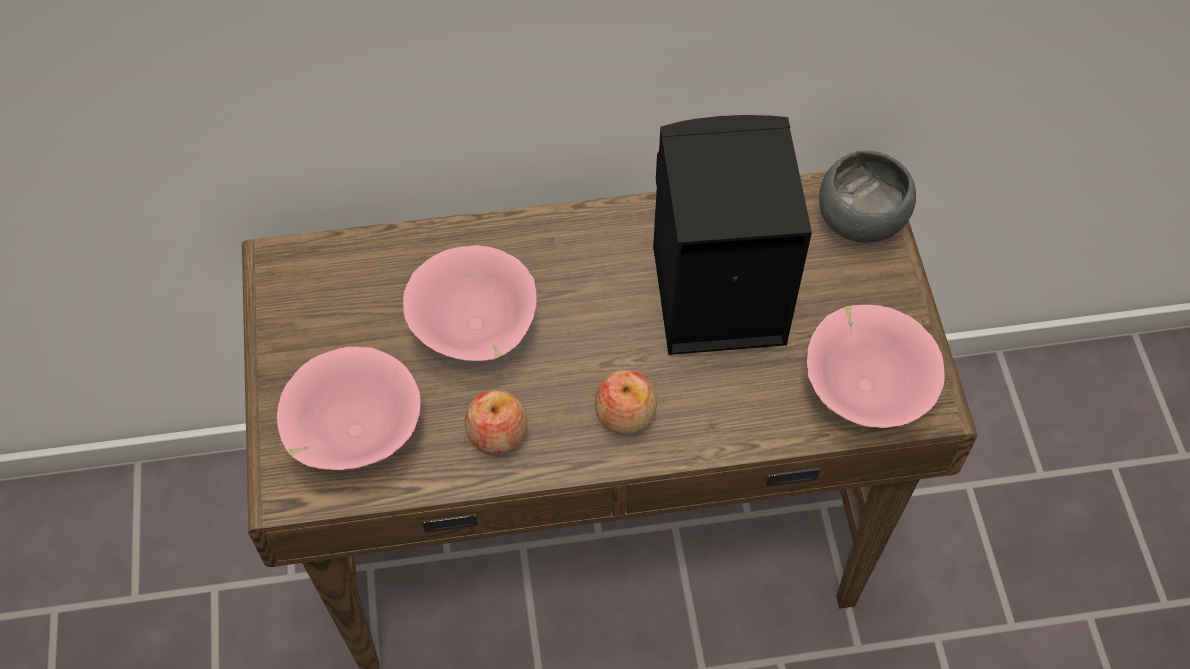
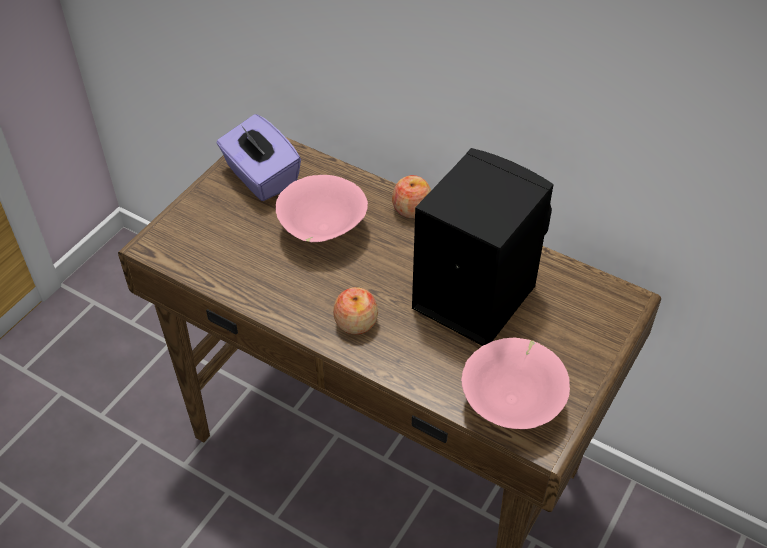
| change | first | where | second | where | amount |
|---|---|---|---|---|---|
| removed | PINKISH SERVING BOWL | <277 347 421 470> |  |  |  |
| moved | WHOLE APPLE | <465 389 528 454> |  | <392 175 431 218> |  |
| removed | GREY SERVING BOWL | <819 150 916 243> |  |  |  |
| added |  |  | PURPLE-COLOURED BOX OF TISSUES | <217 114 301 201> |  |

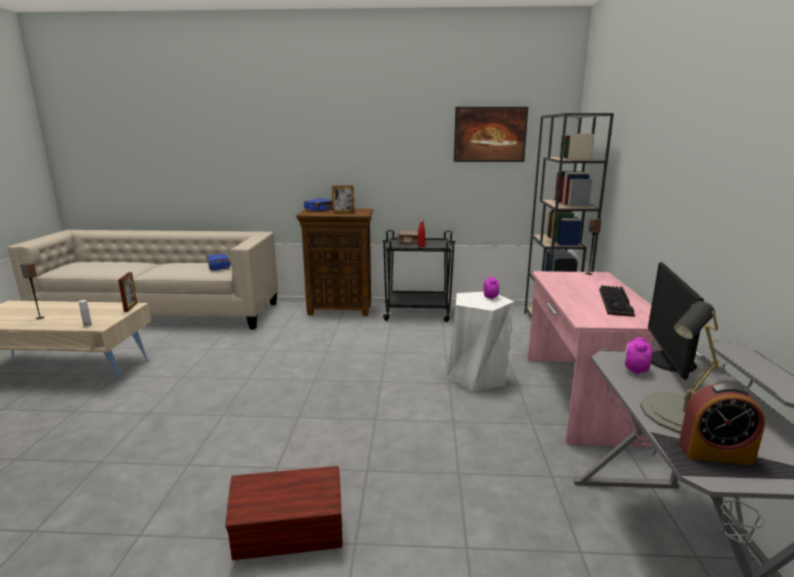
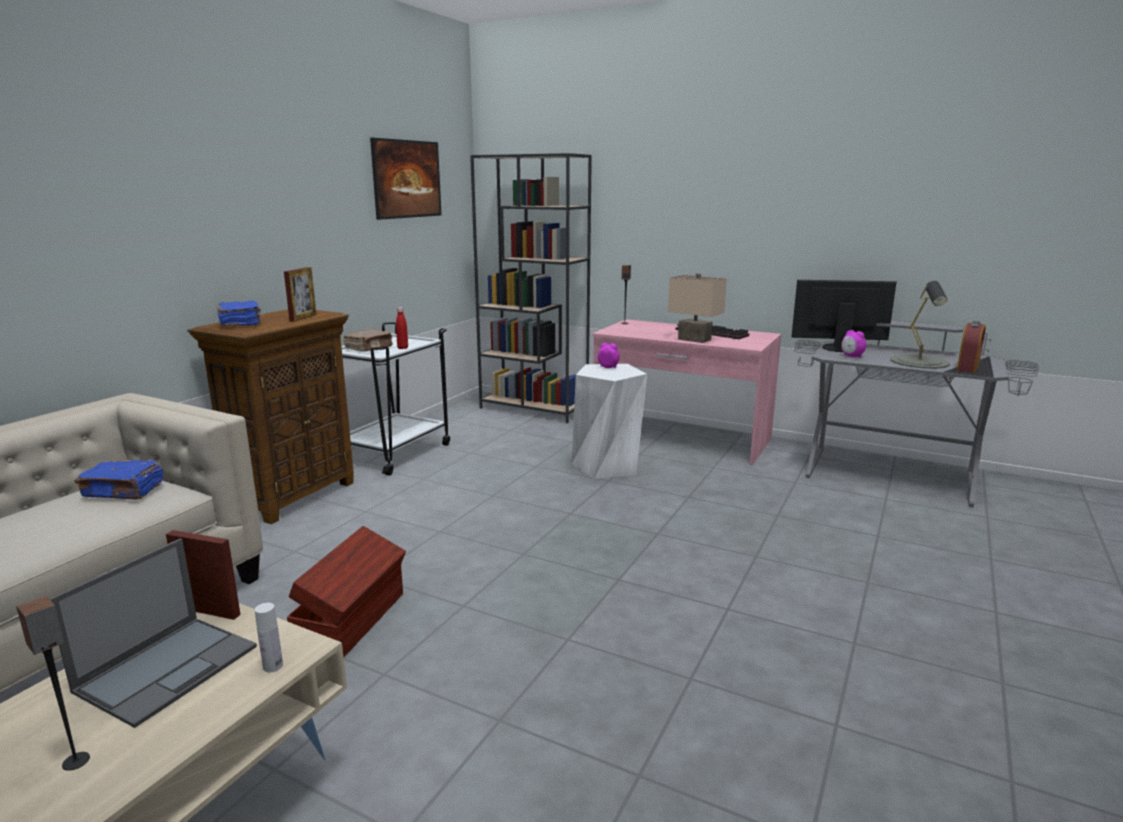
| change | first | where | second | where | amount |
|---|---|---|---|---|---|
| moved | BROWN STORAGE BIN | <225 466 342 560> |  | <287 526 406 657> |  |
| recoloured | BLACK TROLLEY | <382 230 455 322> | WHITE TROLLEY | <341 322 450 476> |  |
| turned | COMPUTER SCREEN | <648 262 704 380> |  | <791 280 897 352> | 150 degrees clockwise |
| added |  |  | PORTABLE COMPUTER | <50 538 257 728> |  |
| added |  |  | BEIGE TABLETOP LAMP | <668 273 727 343> |  |

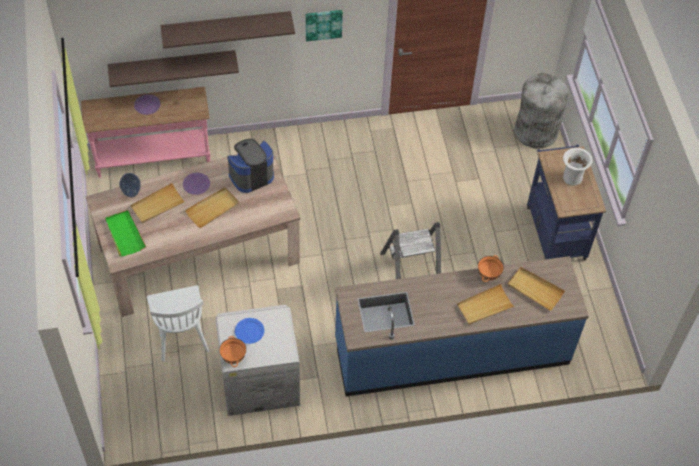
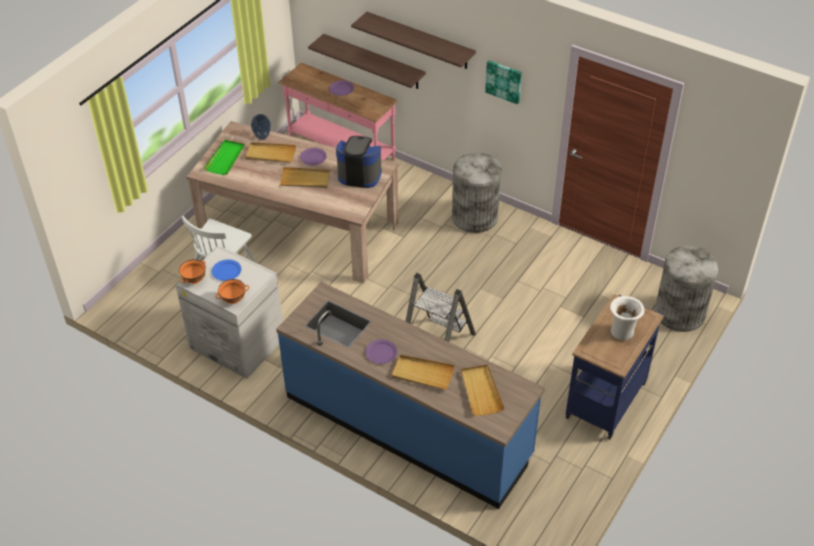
| change | first | where | second | where | amount |
|---|---|---|---|---|---|
| moved | ORANGE SERVING BOWL | <478 255 504 282> |  | <215 279 250 304> |  |
| added |  |  | PURPLE-COLOURED FLAT DISH | <365 339 397 364> |  |
| added |  |  | GREY RUBBISH BIN | <452 153 502 233> |  |

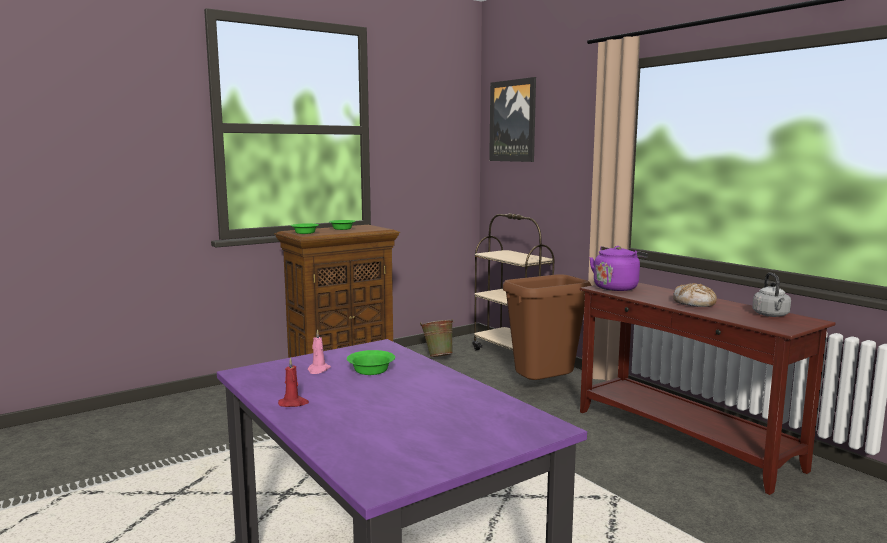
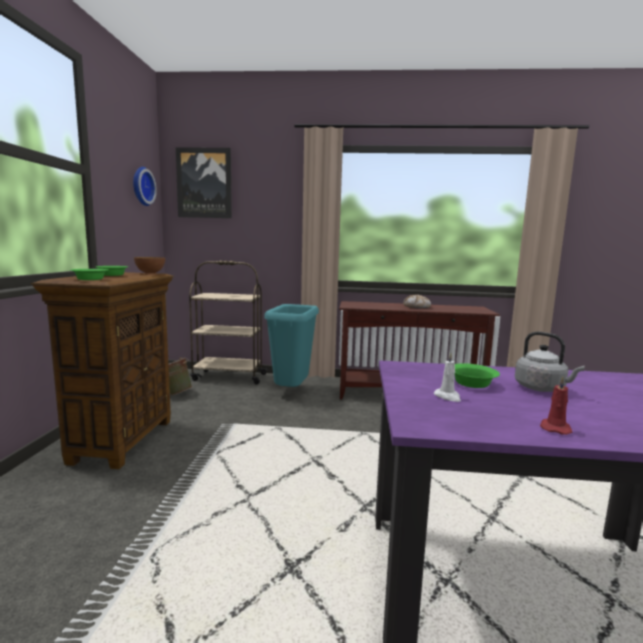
| change | first | where | second | where | amount |
|---|---|---|---|---|---|
| recoloured | PINKISH WAX LIGHT | <308 329 331 374> | WHITE WAX LIGHT | <434 353 461 402> |  |
| recoloured | BROWN RUBBISH BIN | <503 274 592 380> | TURQUOISE RUBBISH BIN | <264 304 319 387> |  |
| removed | PURPLE-COLOURED KETTLE | <589 246 648 291> |  |  |  |
| moved | GREY KETTLE | <752 272 791 317> |  | <515 332 585 392> |  |
| added |  |  | CLOCK ON THE WALL | <133 167 157 206> |  |
| added |  |  | SERVING BOWL | <134 257 165 275> |  |

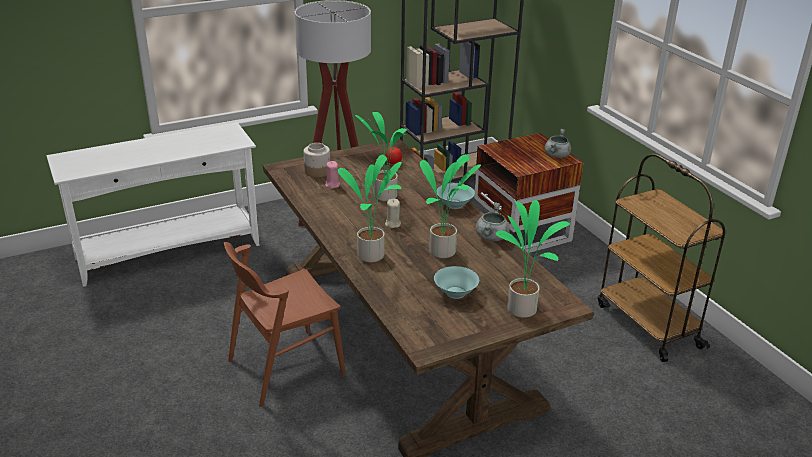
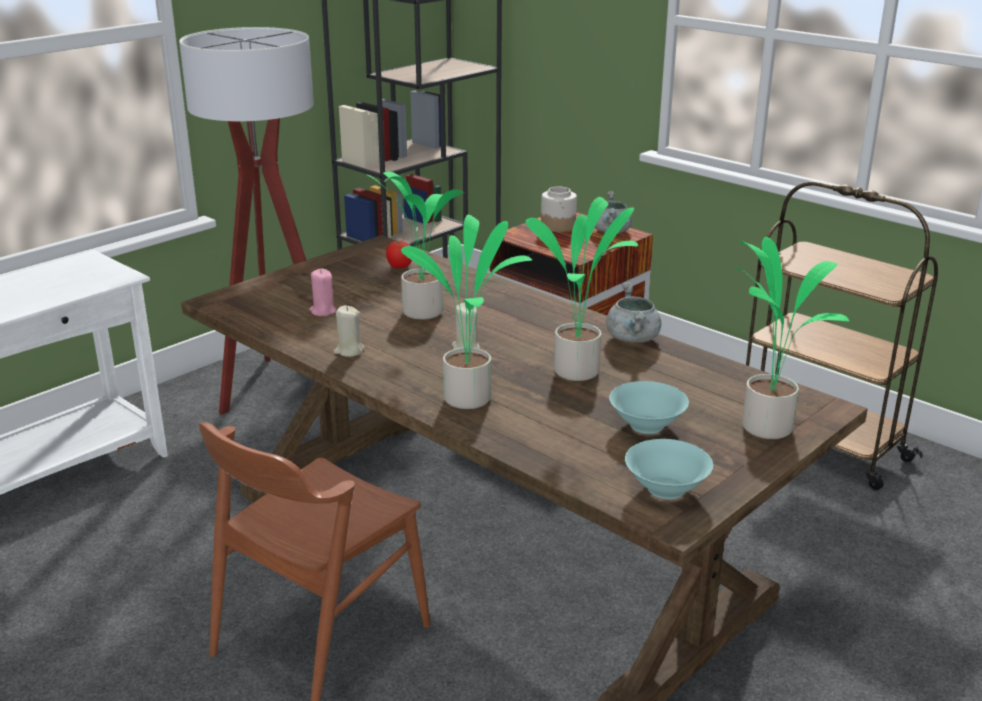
| change | first | where | second | where | amount |
|---|---|---|---|---|---|
| moved | PRESERVE JAR | <304 143 330 178> |  | <541 187 577 232> |  |
| moved | TURQUOISE SERVING BOWL | <437 183 475 209> |  | <625 439 713 499> |  |
| added |  |  | BEIGE WAX LIGHT | <334 306 365 357> |  |

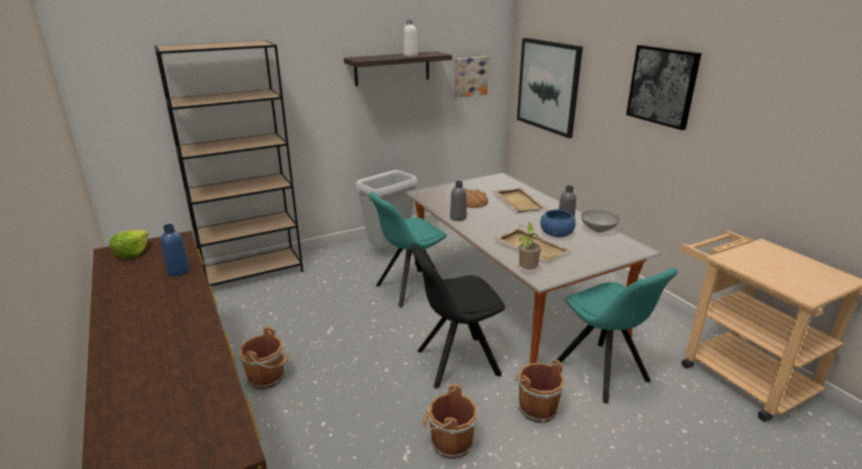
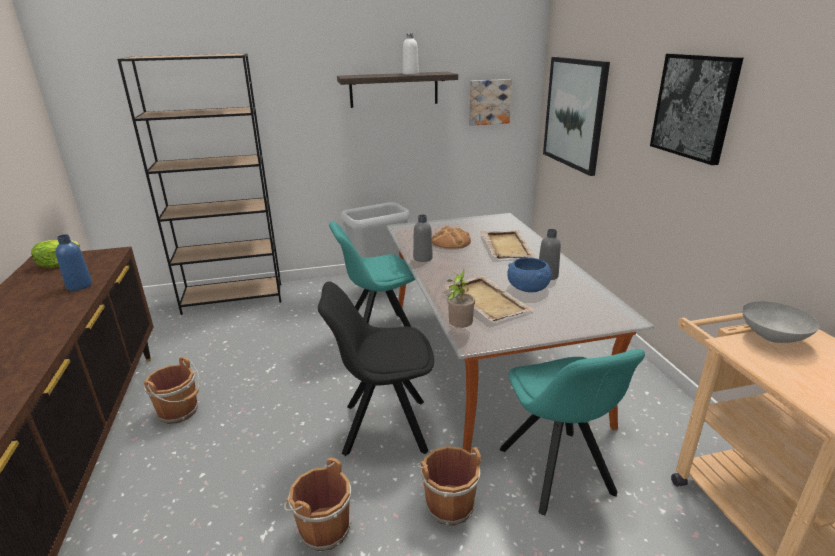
| change | first | where | second | where | amount |
|---|---|---|---|---|---|
| moved | GREY SERVING BOWL | <581 210 620 233> |  | <742 301 820 343> |  |

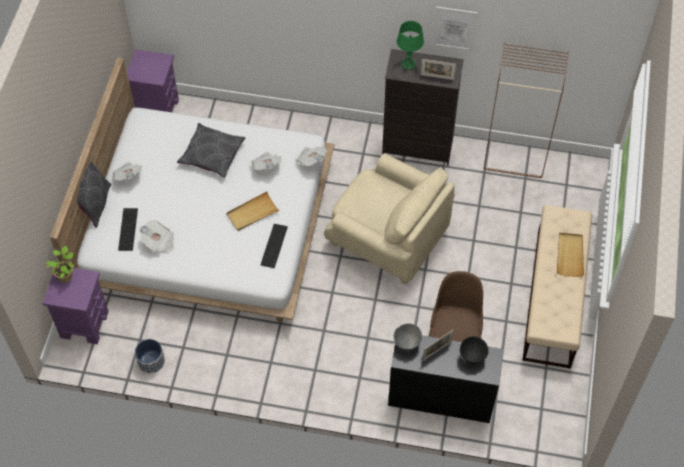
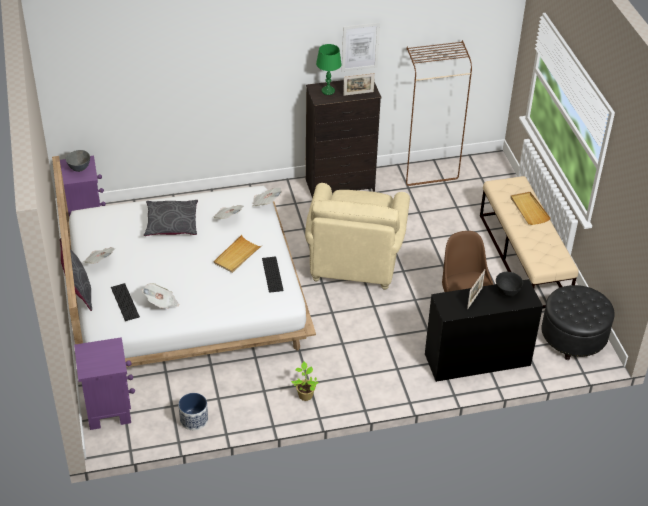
| change | first | where | second | where | amount |
|---|---|---|---|---|---|
| moved | HOUSEPLANT | <46 246 74 283> |  | <291 362 319 401> |  |
| turned | BEIGE ARMCHAIR | <324 153 455 284> |  | <305 183 410 290> | 90 degrees clockwise |
| moved | GREY SERVING BOWL | <394 324 422 351> |  | <66 150 90 172> |  |
| added |  |  | BLACK POUFFE | <541 285 615 360> |  |

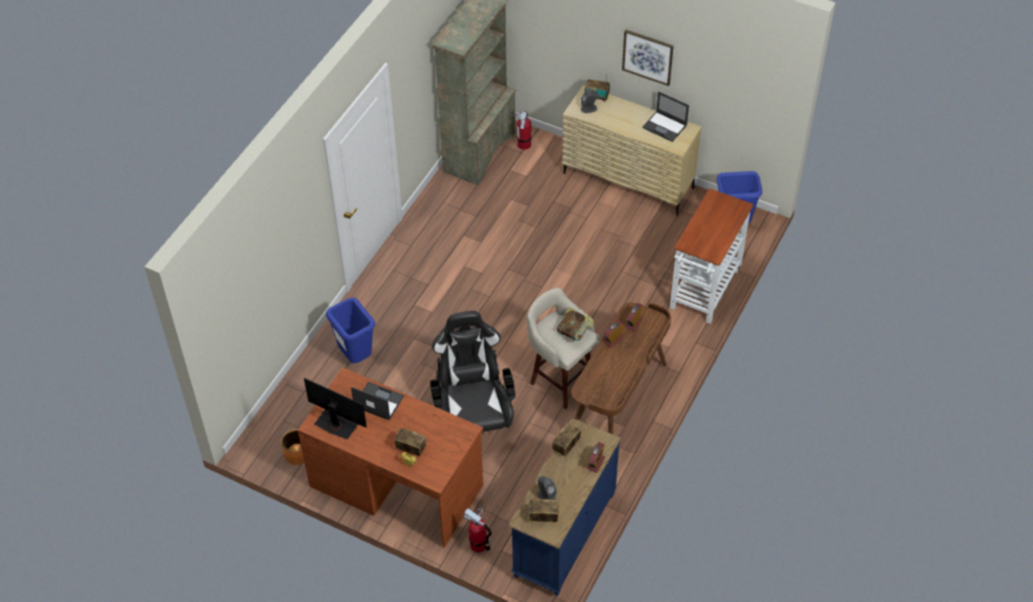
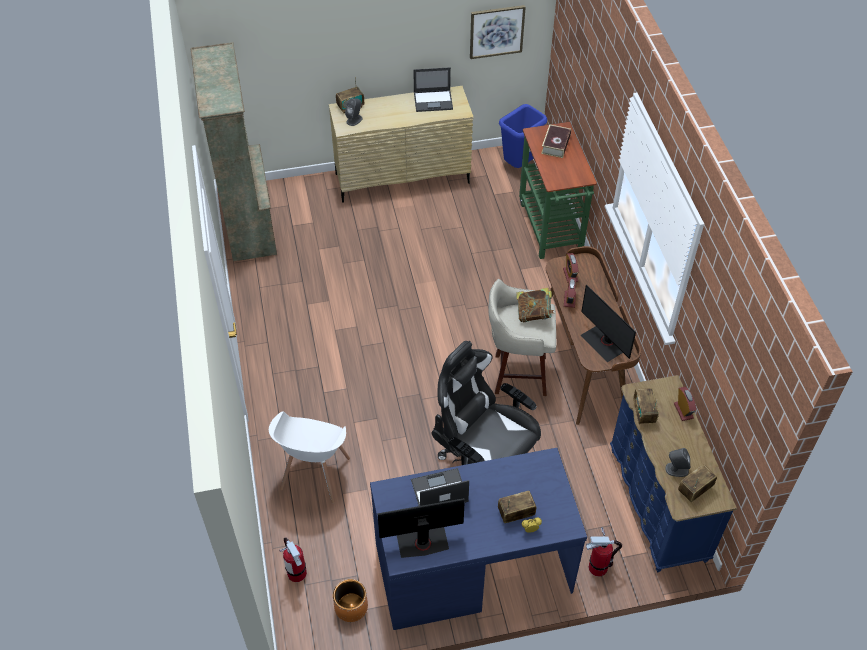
| change | first | where | second | where | amount |
|---|---|---|---|---|---|
| recoloured | BROWN DESK UNIT | <298 368 483 548> | BLUE DESK UNIT | <370 448 587 630> |  |
| replaced | BLUE RUBBISH BIN | <326 298 375 363> | WHITE PLAIN CHAIR | <269 411 350 504> |  |
| moved | FIRE-FIGHTING CYLINDER | <515 111 532 150> |  | <279 537 307 582> |  |
| moved | WALL PICTURE | <622 30 673 86> |  | <470 5 526 59> |  |
| recoloured | WHITE TROLLEY | <670 188 753 324> | GREENISH TROLLEY | <519 122 597 259> |  |
| added |  |  | BOUND BOOK | <541 125 571 158> |  |
| added |  |  | COMPUTER SCREEN | <581 285 636 362> |  |

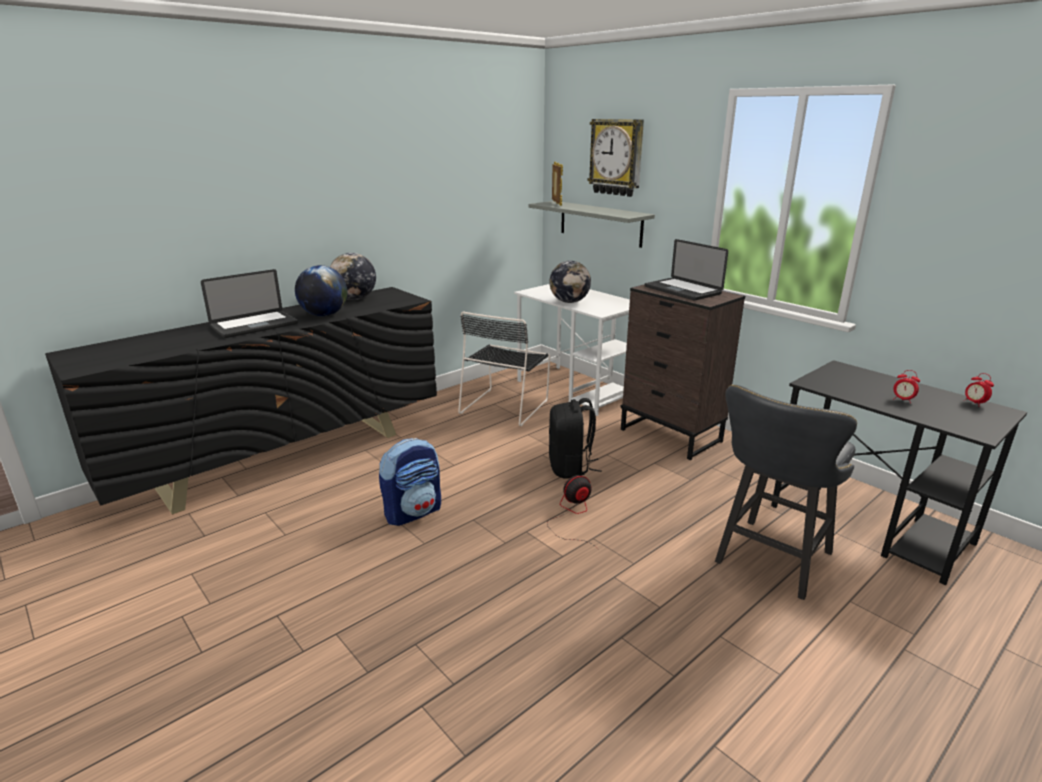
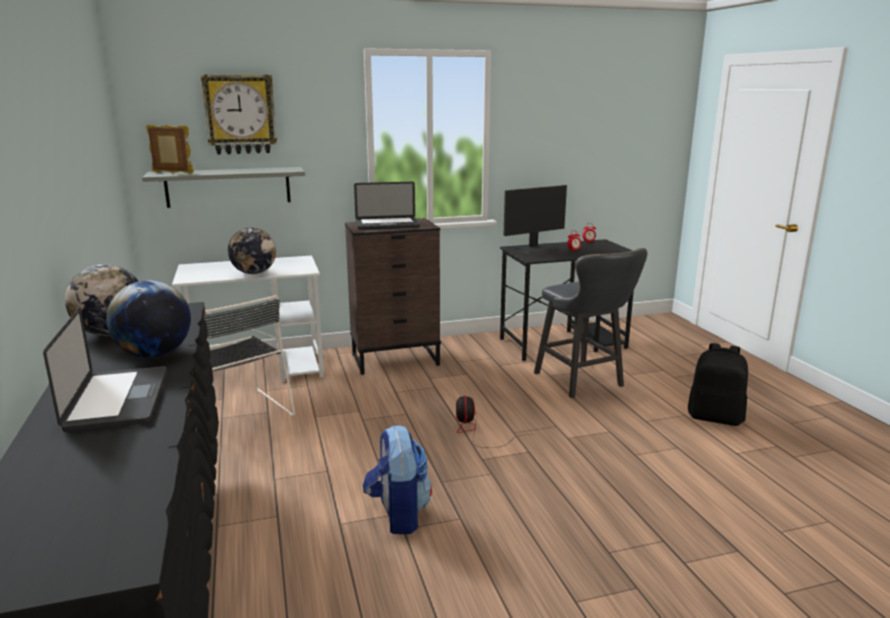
| change | first | where | second | where | amount |
|---|---|---|---|---|---|
| moved | BLACK RUCKSACK | <549 398 602 479> |  | <688 343 748 426> |  |
| added |  |  | COMPUTER SCREEN | <503 185 567 254> |  |

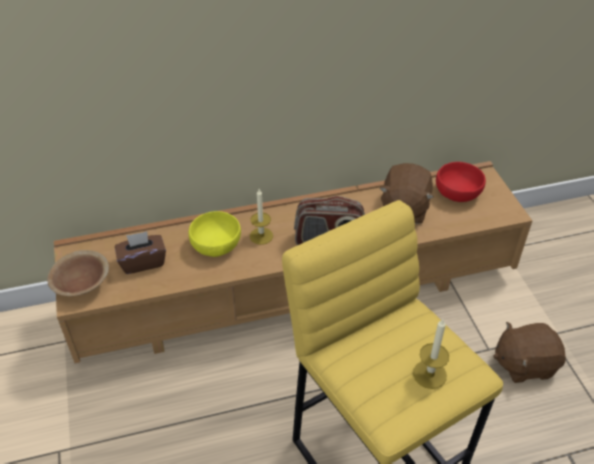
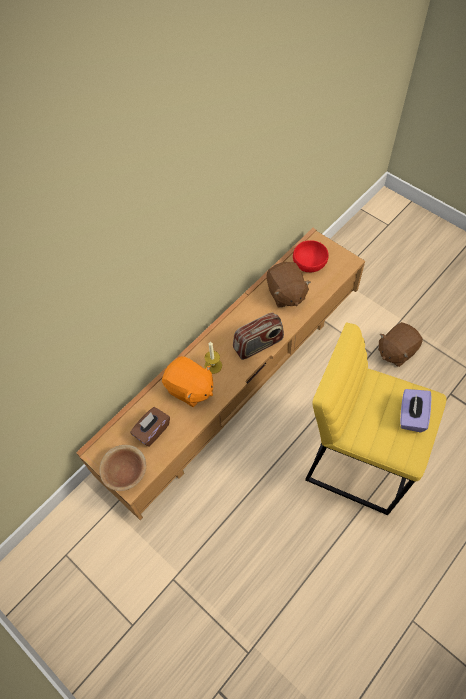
| change | first | where | second | where | amount |
|---|---|---|---|---|---|
| replaced | YELLOWISH SERVING BOWL | <189 211 241 257> | ORANGE PLUSH TOY | <162 356 213 407> |  |
| replaced | WAX LIGHT | <413 319 449 389> | PURPLE-COLOURED BOX OF TISSUES | <400 389 431 433> |  |

